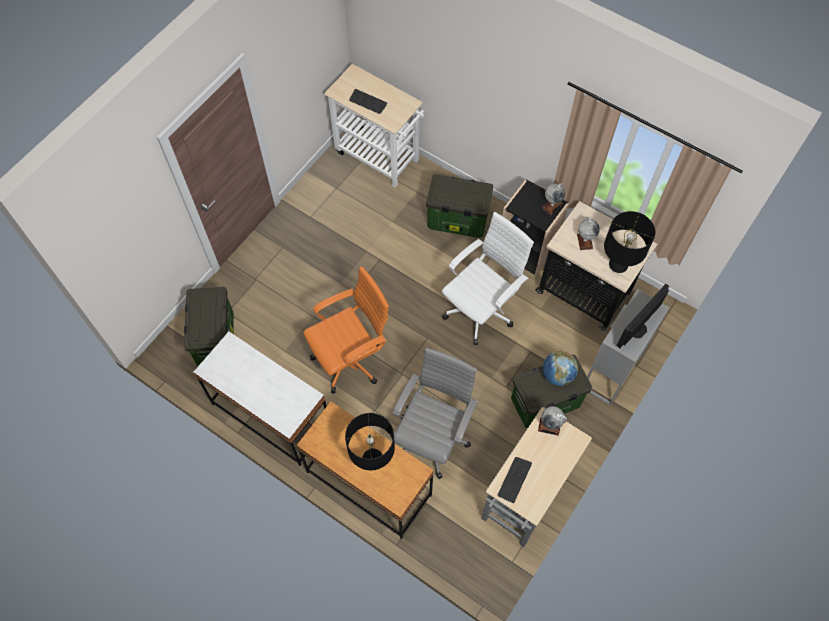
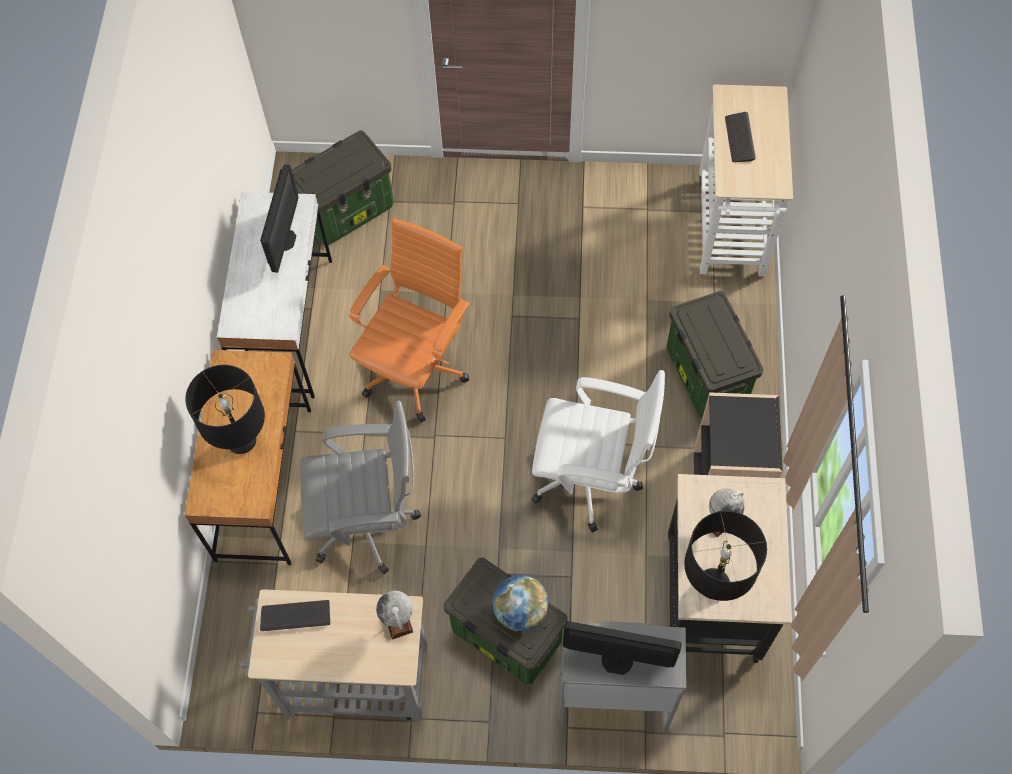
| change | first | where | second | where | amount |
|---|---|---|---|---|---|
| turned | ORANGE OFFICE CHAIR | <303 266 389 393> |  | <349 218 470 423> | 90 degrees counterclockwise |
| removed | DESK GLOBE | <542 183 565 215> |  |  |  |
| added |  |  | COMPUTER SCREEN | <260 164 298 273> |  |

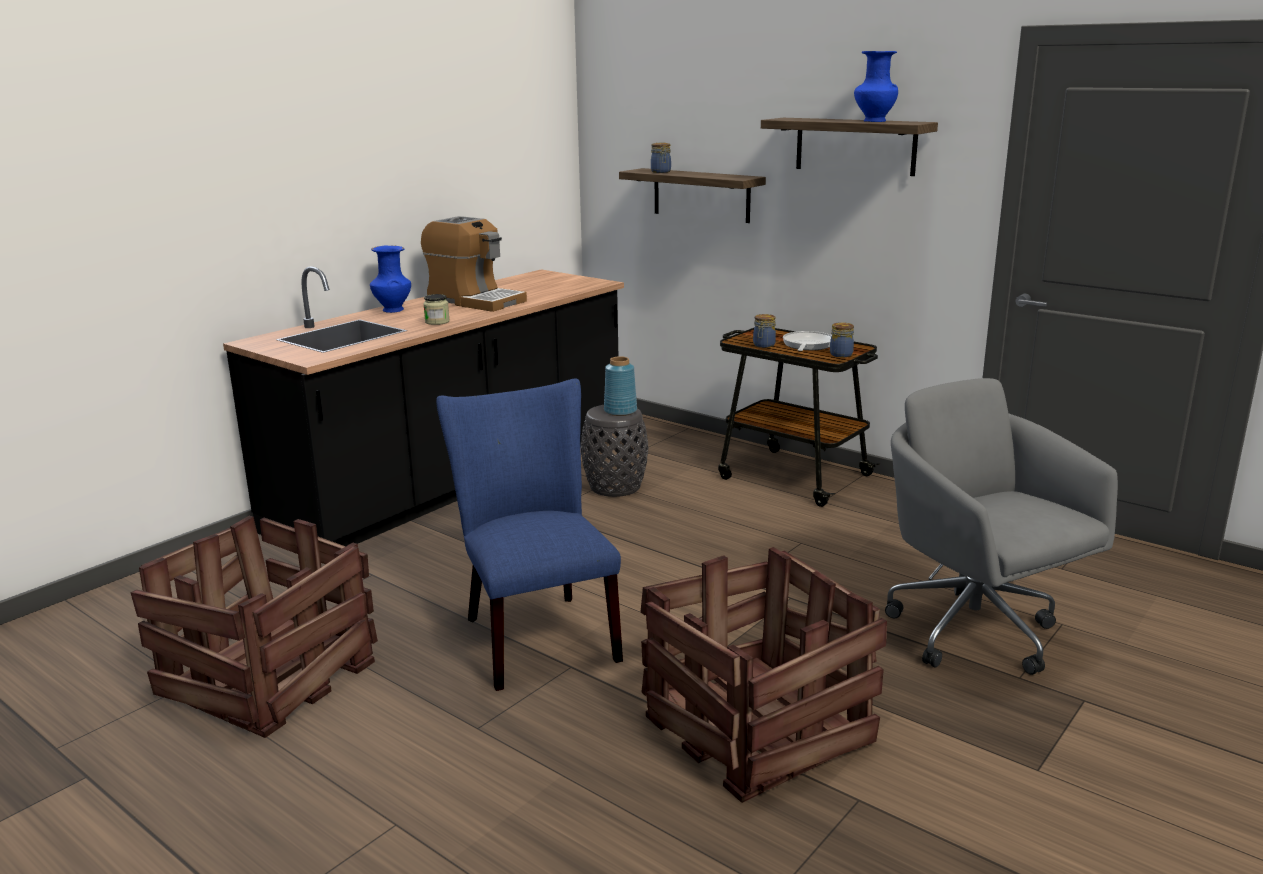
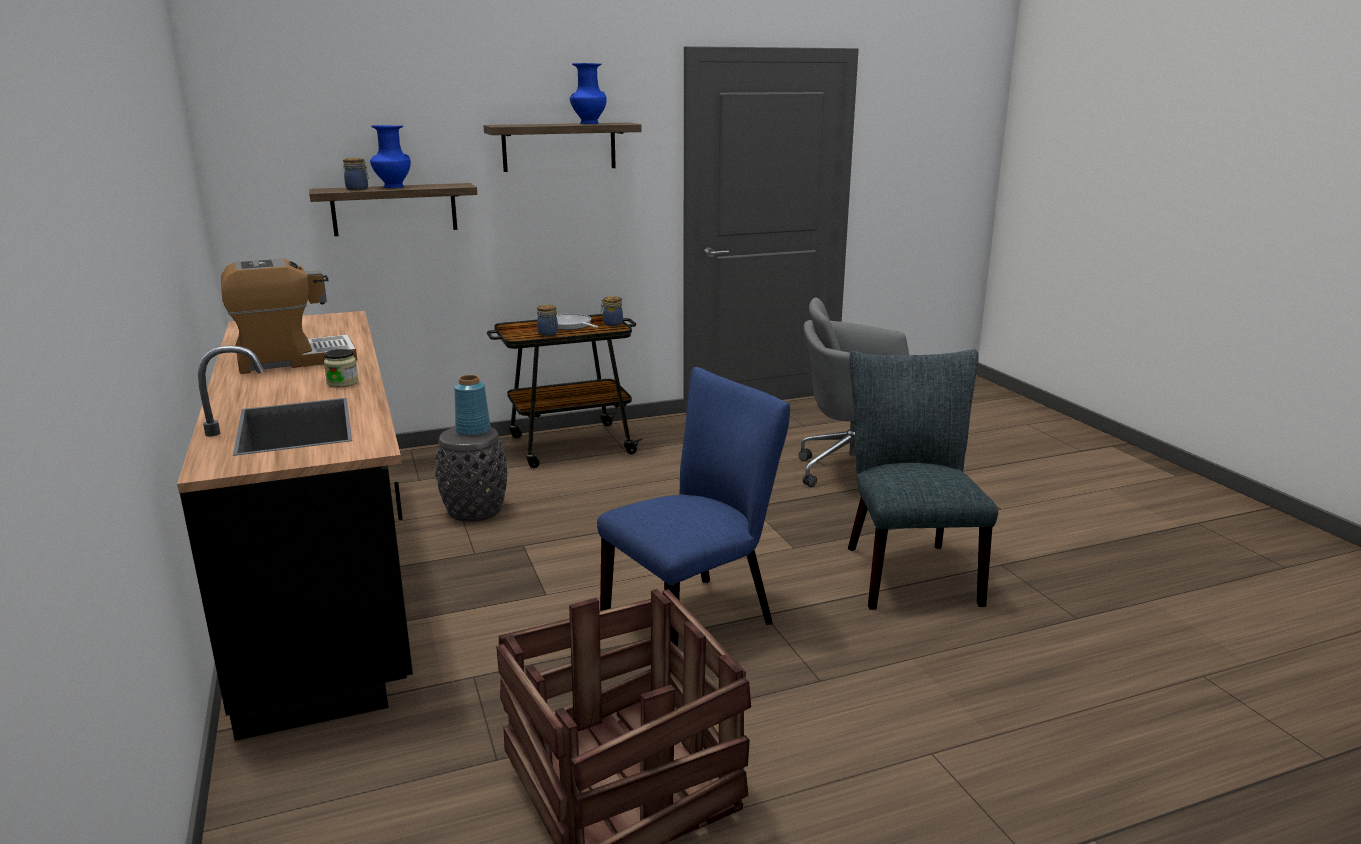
| change | first | where | second | where | amount |
|---|---|---|---|---|---|
| moved | BLUE FLOWER VASE | <370 245 411 313> |  | <370 125 411 188> |  |
| turned | BLUE PLAIN CHAIR | <436 378 623 691> |  | <597 367 790 647> | 135 degrees clockwise |
| replaced | CRATE | <641 547 887 803> | GREY PLAIN CHAIR | <848 349 998 610> |  |

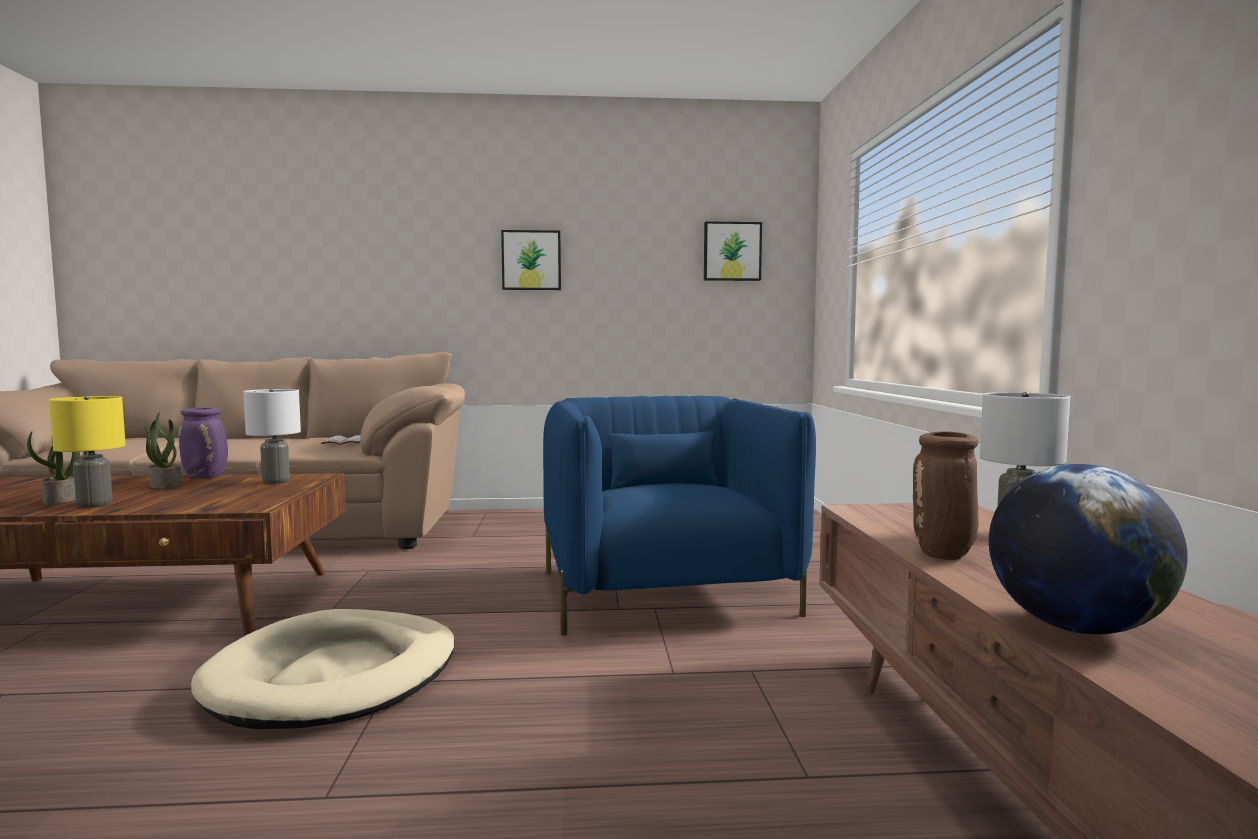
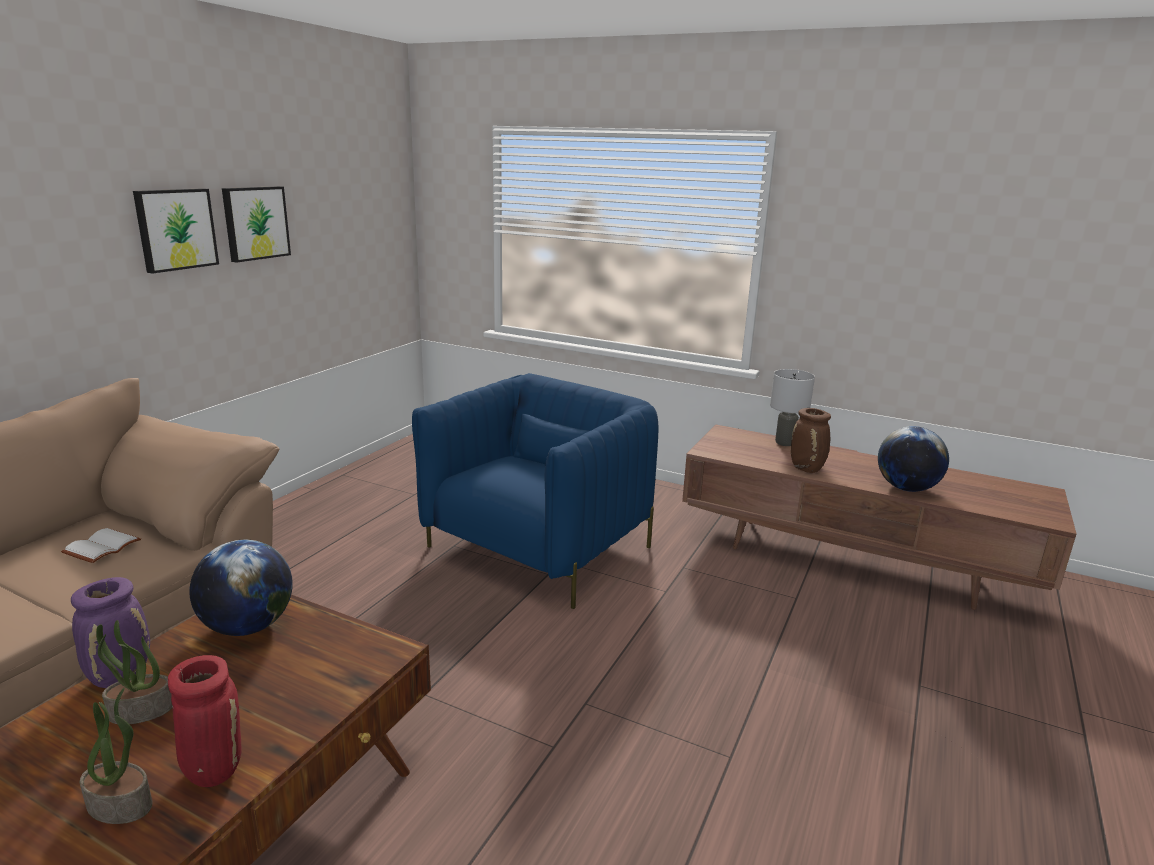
| change | first | where | second | where | amount |
|---|---|---|---|---|---|
| replaced | YELLOWISH TABLETOP LAMP | <49 396 126 508> | RED-COLOURED FLOWER VASE | <168 655 242 787> |  |
| removed | BEIGE DOG BED | <191 609 455 729> |  |  |  |
| replaced | WHITE TABLETOP LAMP | <243 389 301 484> | DESK GLOBE | <189 540 293 636> |  |
| turned | BLUE ARMCHAIR | <543 396 816 635> |  | <412 373 658 609> | 105 degrees clockwise |
| moved | WALL PICTURE | <704 221 762 281> |  | <222 186 291 263> |  |

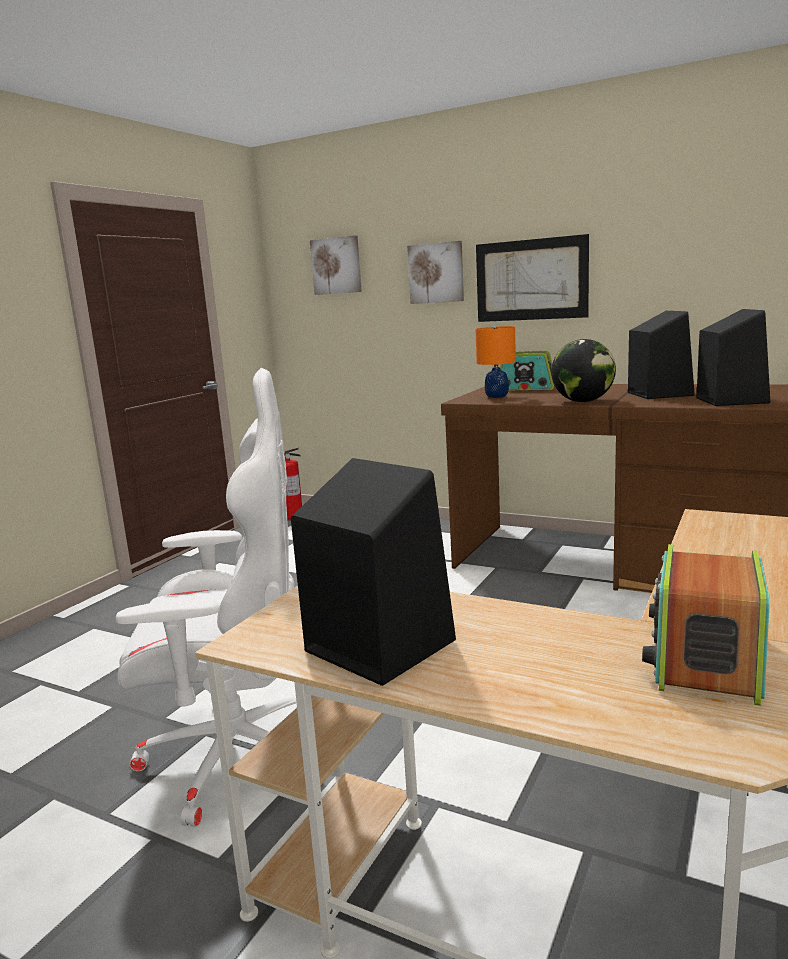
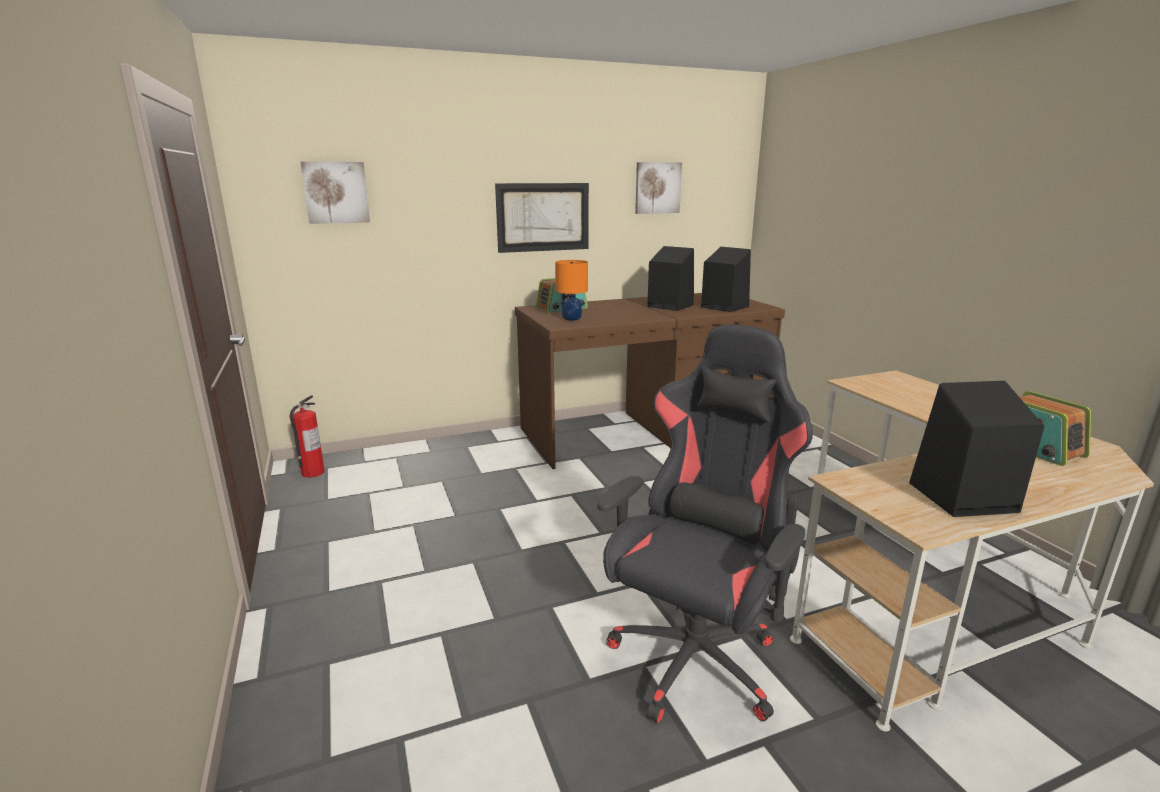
| change | first | where | second | where | amount |
|---|---|---|---|---|---|
| recoloured | WHITE OFFICE CHAIR | <116 368 297 827> | BLACK OFFICE CHAIR | <597 324 813 723> |  |
| moved | WALL PICTURE | <407 241 464 304> |  | <635 162 682 214> |  |
| removed | DESK GLOBE | <551 339 616 402> |  |  |  |

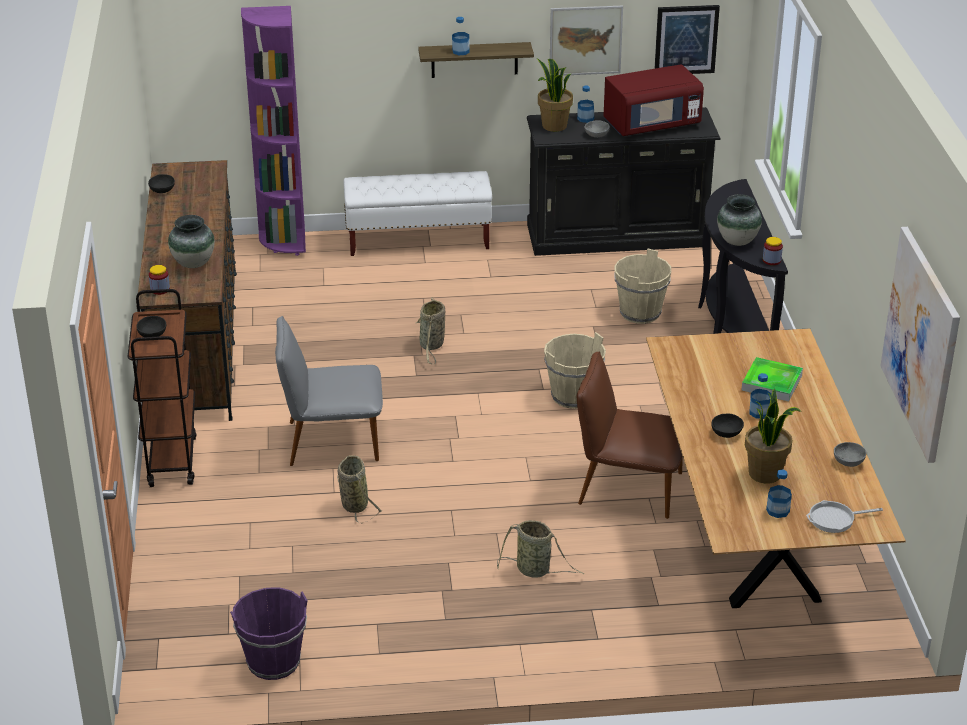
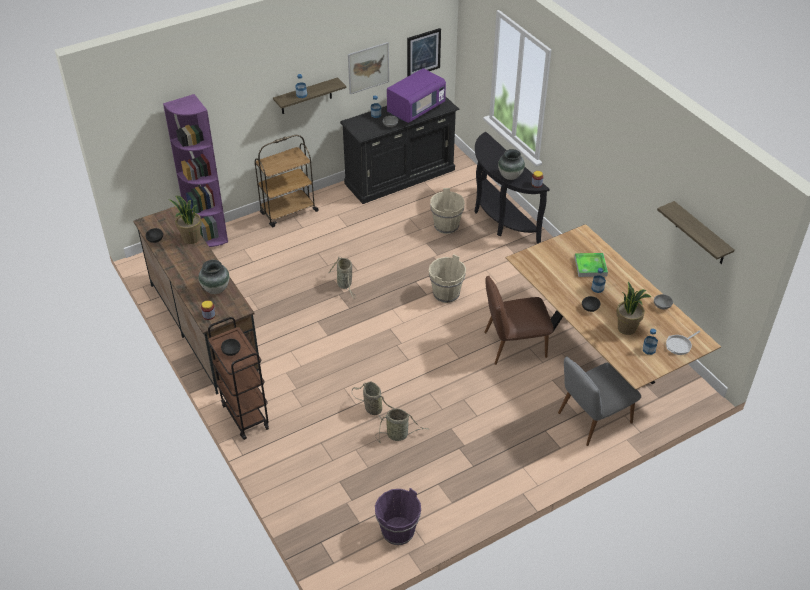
| change | first | where | second | where | amount |
|---|---|---|---|---|---|
| moved | GREY PLAIN CHAIR | <275 316 383 466> |  | <558 356 641 446> |  |
| replaced | WHITE LONG SEAT | <343 171 492 256> | BROWN TROLLEY | <255 135 319 227> |  |
| moved | STORAGE BASKET | <497 520 584 578> |  | <376 408 429 443> |  |
| moved | HOUSEPLANT | <537 58 573 132> |  | <169 196 202 244> |  |
| recoloured | RED-COLOURED MICROWAVE | <603 64 704 136> | PURPLE-COLOURED MICROWAVE | <387 68 446 123> |  |
| replaced | WALL PICTURE | <880 227 960 463> | WALL SHELF | <657 201 735 264> |  |

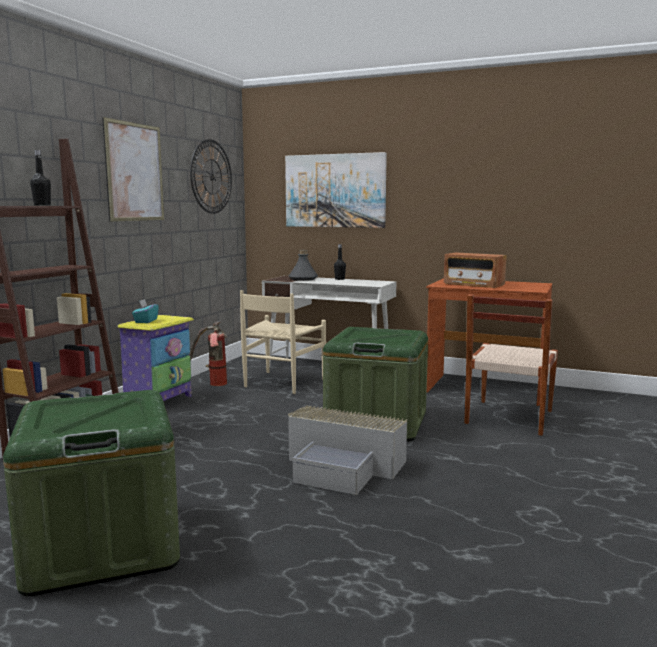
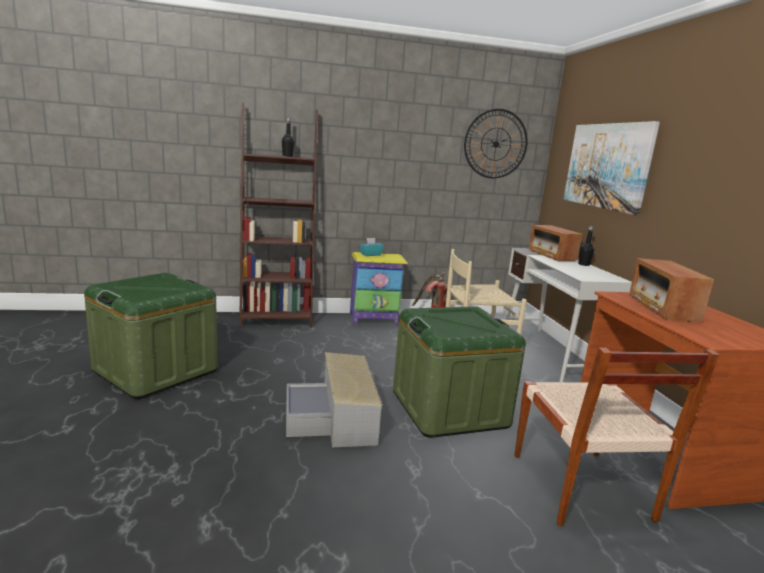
| change | first | where | second | where | amount |
|---|---|---|---|---|---|
| removed | WALL PICTURE | <102 117 164 222> |  |  |  |
| replaced | GREY DRINK BOTTLE | <289 250 318 281> | RADIO RECEIVER | <529 225 582 261> |  |
| turned | PLAIN CHAIR | <464 294 558 436> |  | <514 347 720 526> | 90 degrees counterclockwise |

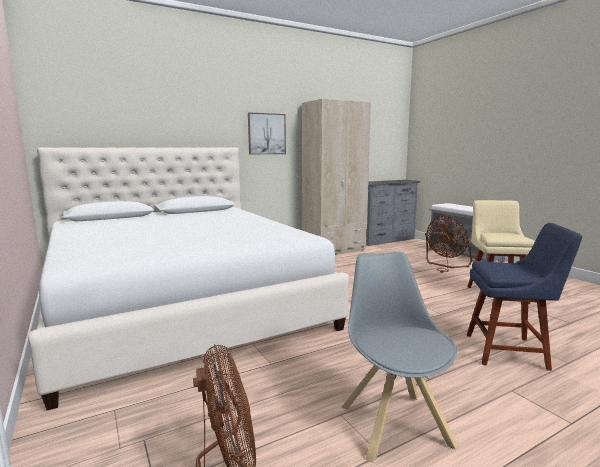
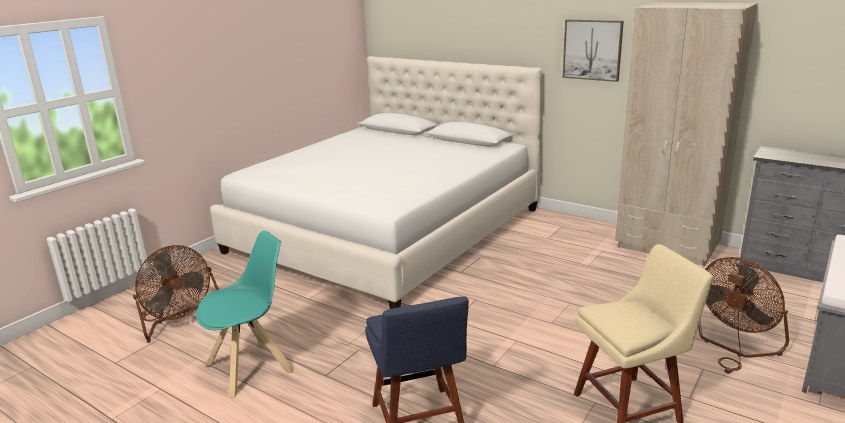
| change | first | where | second | where | amount |
|---|---|---|---|---|---|
| recoloured | GREY PLAIN CHAIR | <342 251 457 463> | TURQUOISE PLAIN CHAIR | <196 231 294 398> |  |
| turned | BROWN ELECTRIC FAN | <425 216 472 273> |  | <698 257 789 374> | 60 degrees counterclockwise |

